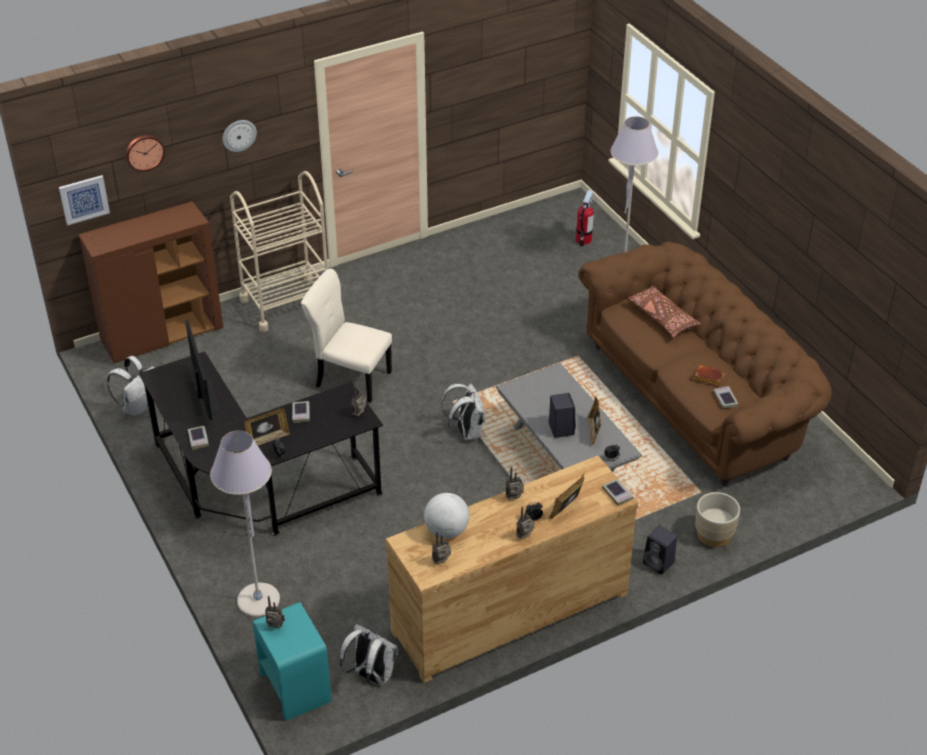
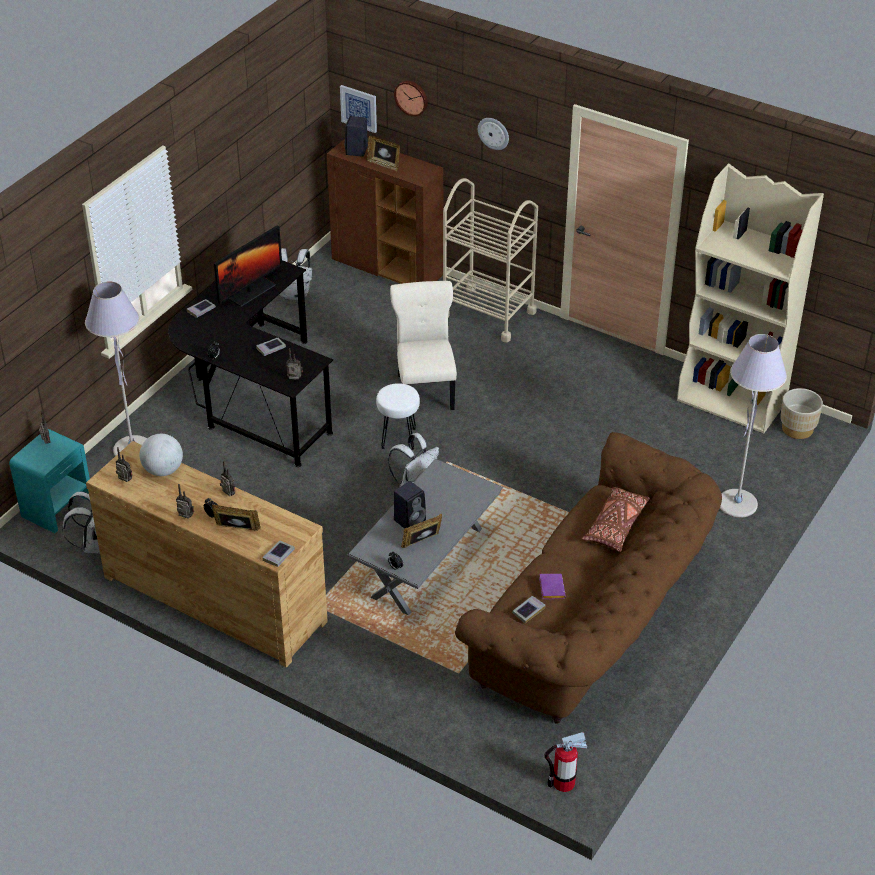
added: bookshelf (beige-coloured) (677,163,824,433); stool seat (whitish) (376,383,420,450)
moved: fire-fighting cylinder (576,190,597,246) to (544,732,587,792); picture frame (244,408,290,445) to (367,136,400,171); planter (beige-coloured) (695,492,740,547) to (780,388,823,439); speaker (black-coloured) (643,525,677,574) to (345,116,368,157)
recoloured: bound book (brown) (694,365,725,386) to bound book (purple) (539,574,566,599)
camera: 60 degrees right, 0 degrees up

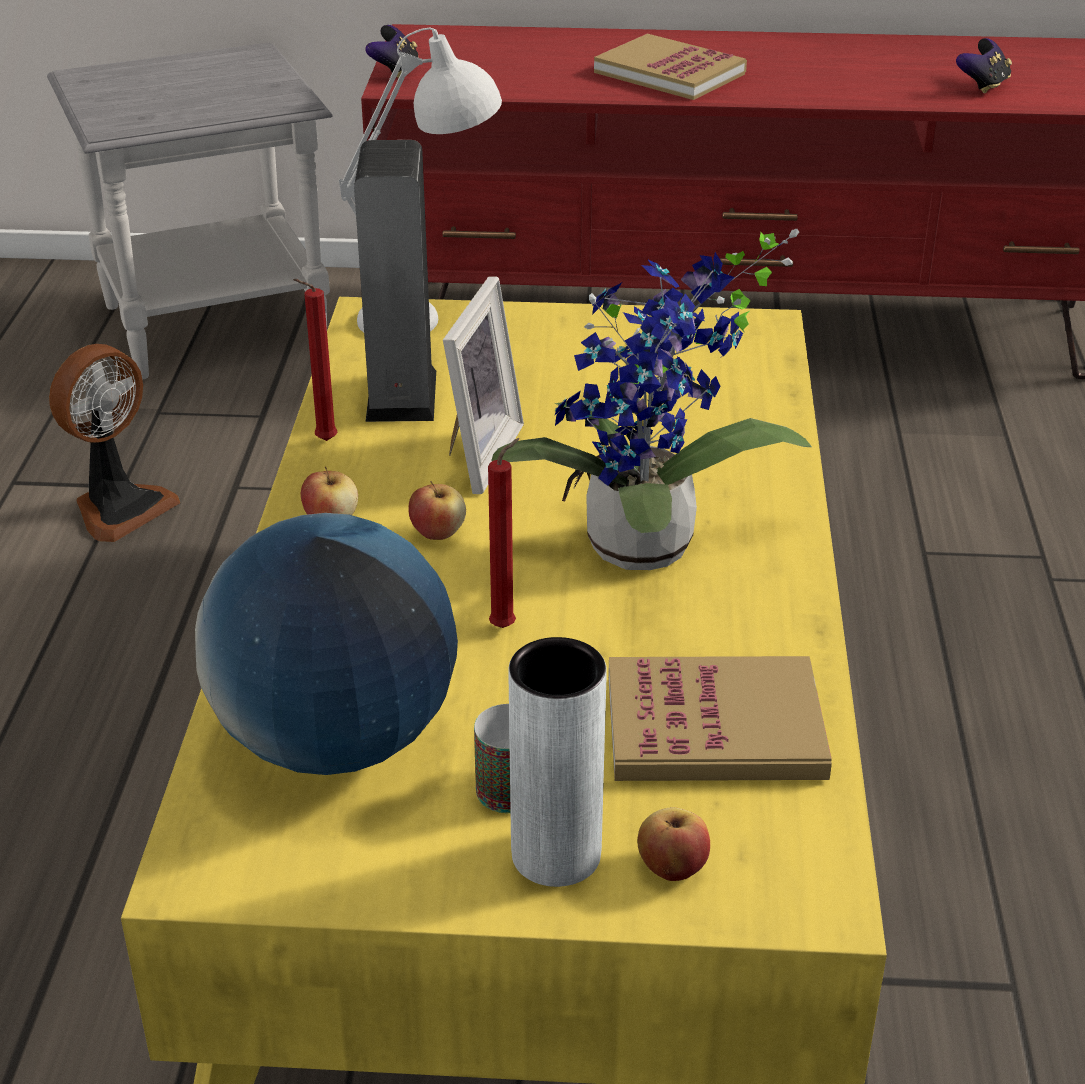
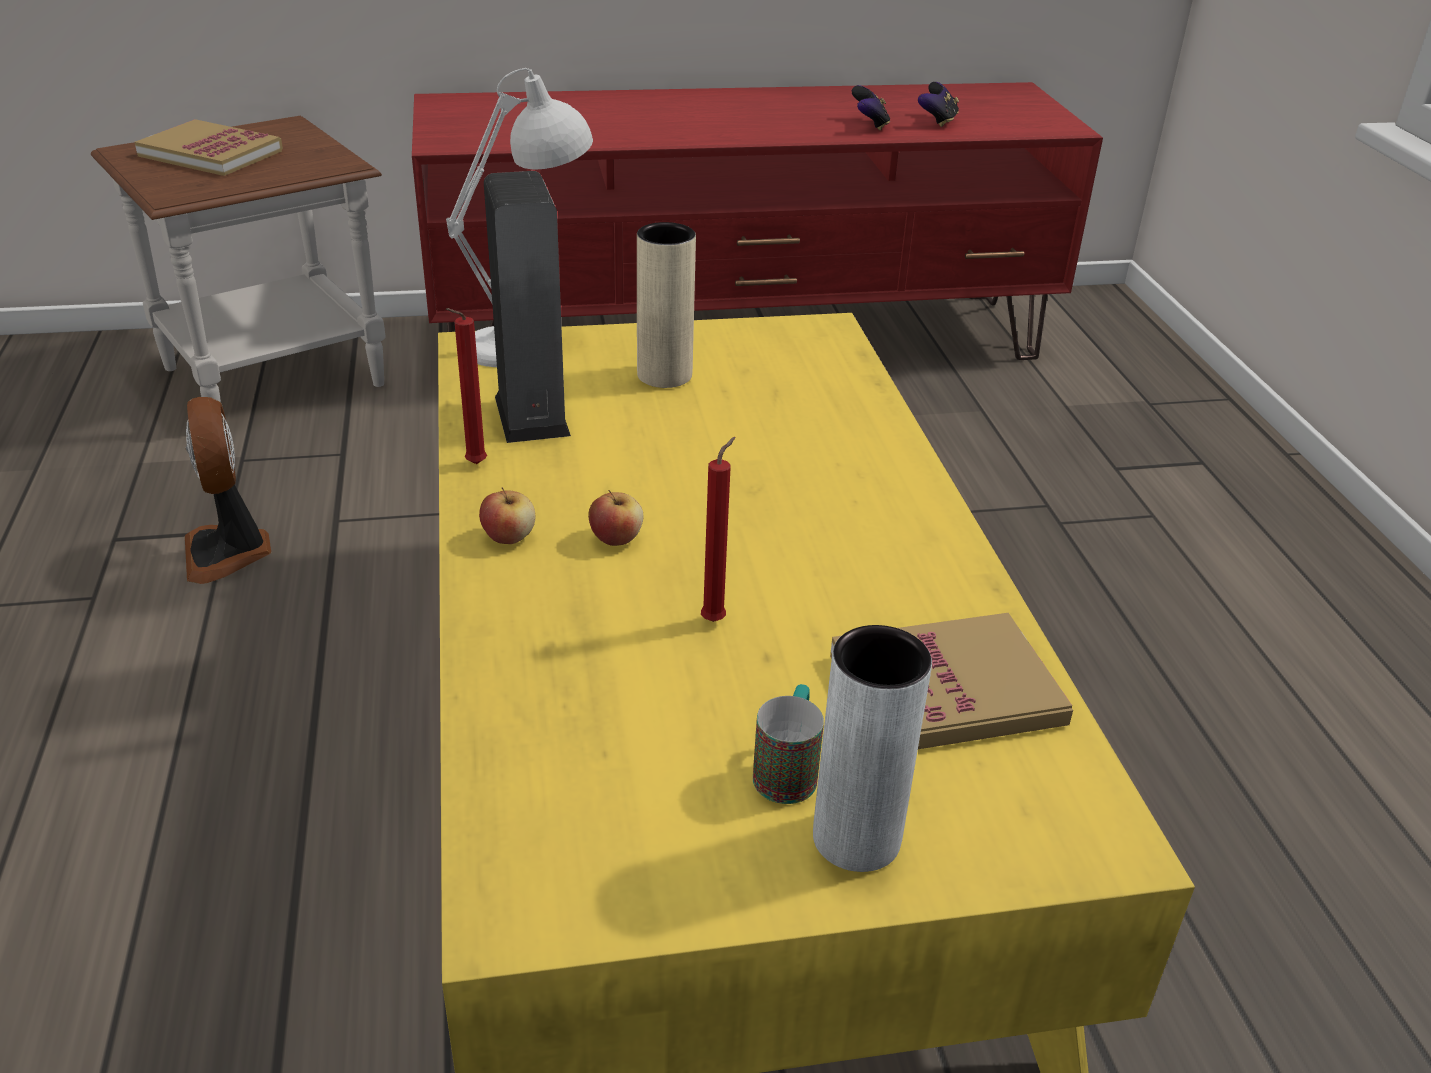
removed: potted plant (491,229,812,570); picture frame (443,276,524,494); desk globe (195,513,458,775); whole apple (637,807,710,881)
added: flower vase (beige-coloured) (637,222,696,388)
moved: gamepad (365,25,419,78) to (852,85,890,130); bound book (594,34,747,100) to (135,119,283,176)
recoloured: accent table (gray) (47,43,332,380) to accent table (brown) (91,116,386,402)
turned: fan (49,344,180,542) = (185,397,271,584) 135 degrees clockwise
camera: 15 degrees left, 0 degrees up

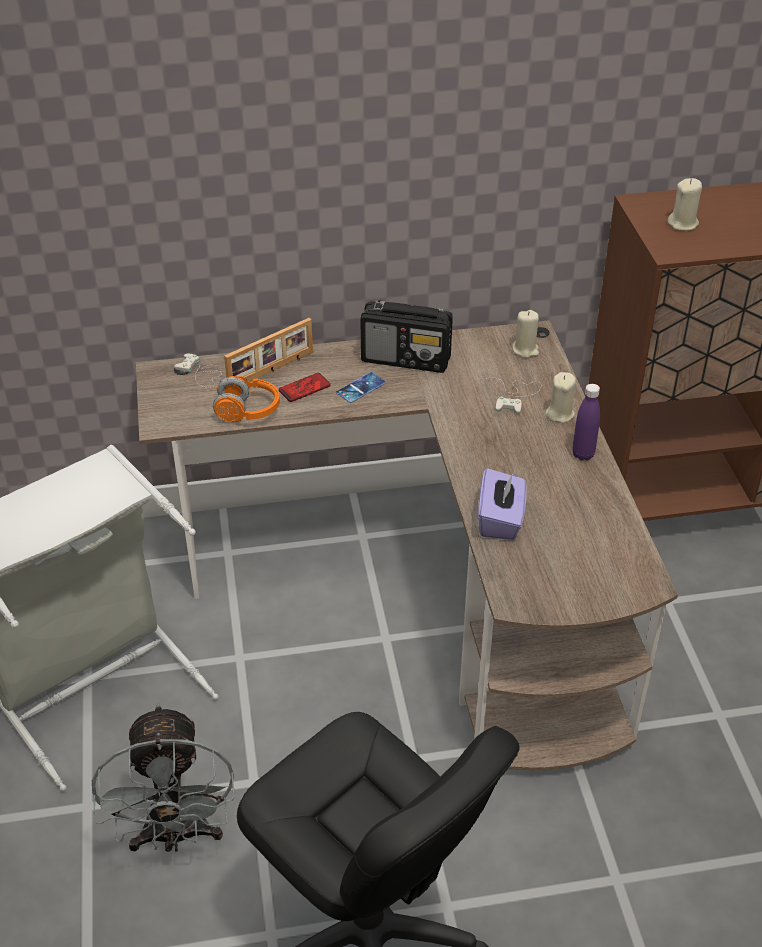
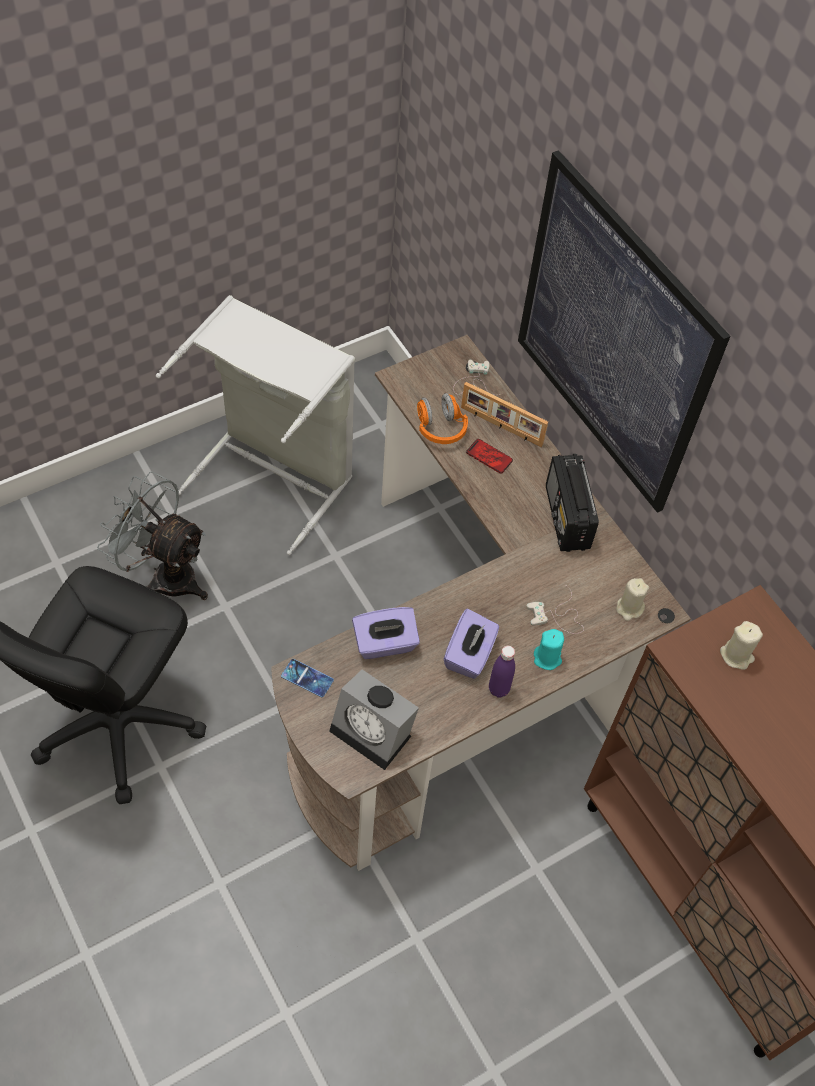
added: wall art (518,150,730,513); tissue holder (purple) (444,609,499,679); alarm clock (329,669,419,770)
moved: phone (336,372,386,403) to (281,659,334,698)
recoloured: wax light (beige-coloured) (546,372,576,423) to wax light (turquoise-coloured) (534,629,564,670)
turned: fan (gray) (92,703,235,852) = (97,471,208,600) 60 degrees clockwise
camera: 65 degrees right, 15 degrees up

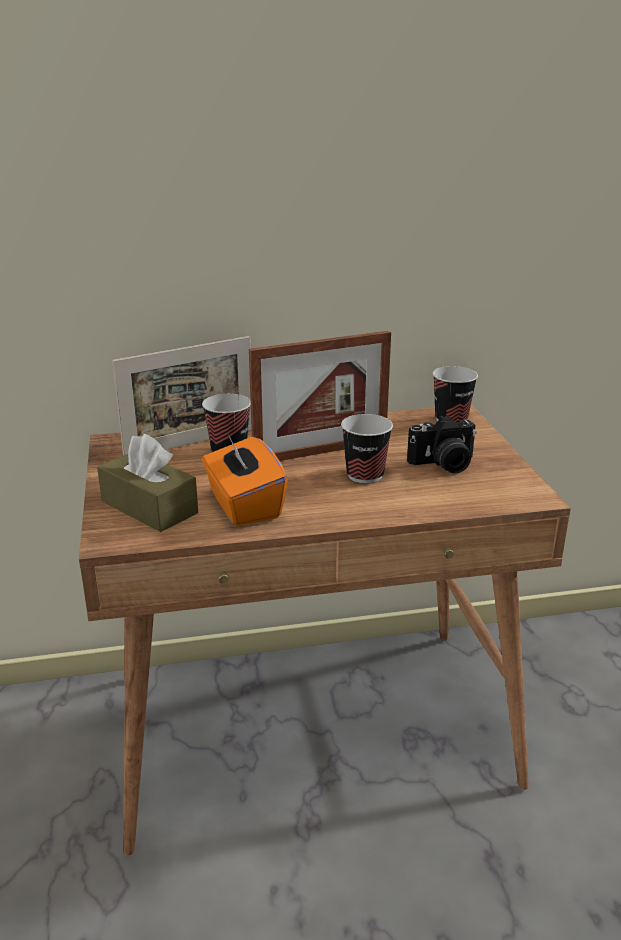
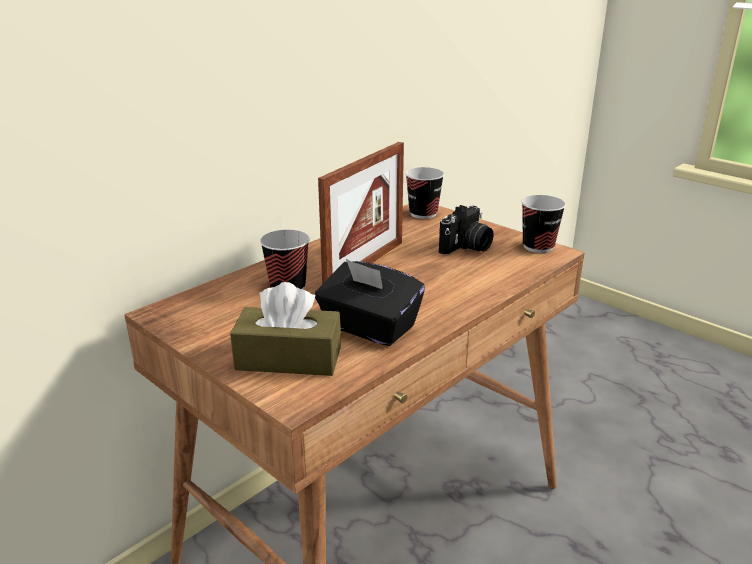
removed: picture frame (112,336,252,455)
moved: small cup (341,414,393,484) to (521,195,566,253)
recoloured: tissue holder (orange) (202,436,288,526) to tissue holder (black-coloured) (315,259,425,346)
camera: 35 degrees left, 0 degrees up

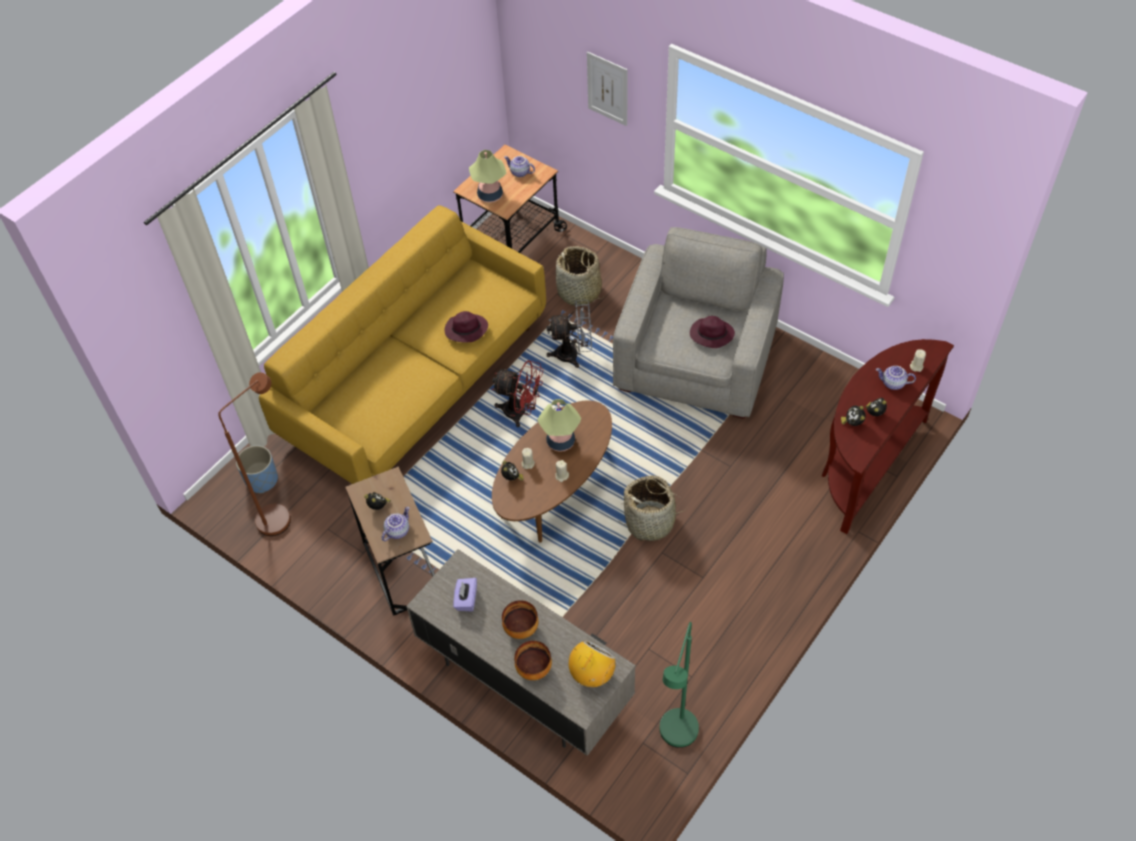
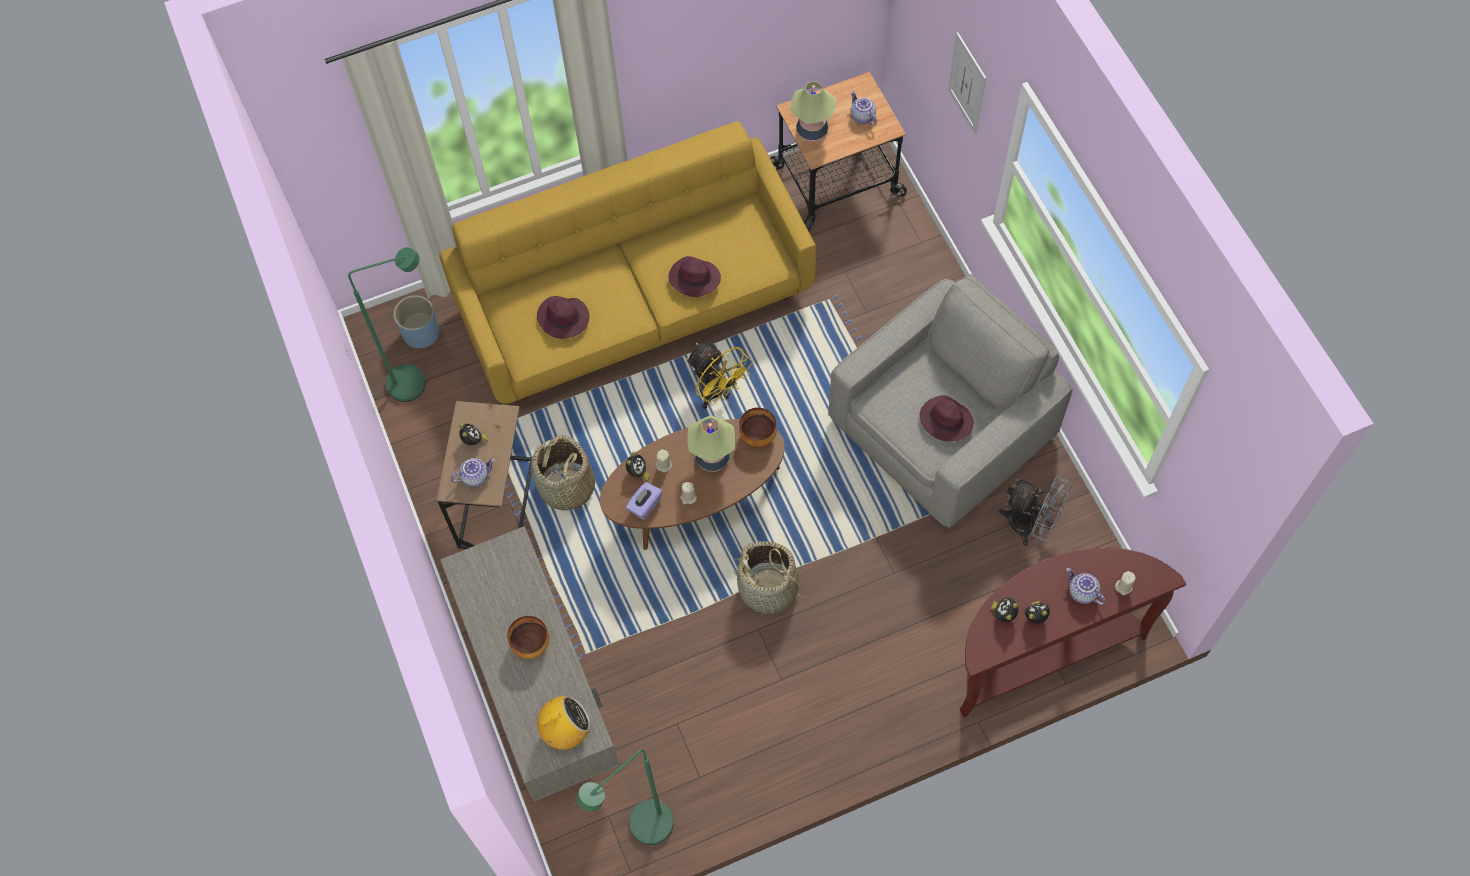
added: clothing hat (purple) (537,296,590,339)
moved: household basket (556,246,604,306) to (531,435,595,515); fan (gray) (546,300,592,368) to (998,475,1072,546); tissue holder (purple) (453,578,477,612) to (626,482,663,520); serving bowl (514,641,552,680) to (739,408,777,447)
recoloured: fan (red-coloured) (492,360,544,427) to fan (yellowish) (686,341,753,409); standing lamp (brown) (218,372,291,536) to standing lamp (greenish) (348,247,426,402)
camera: 30 degrees right, 10 degrees up

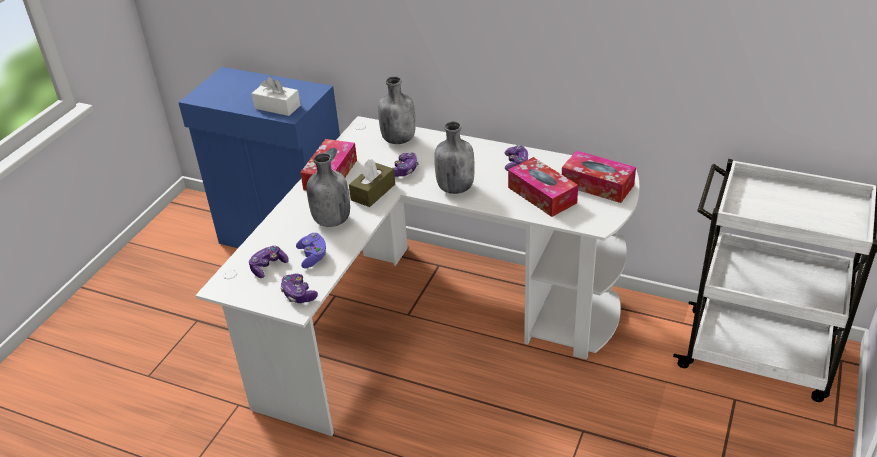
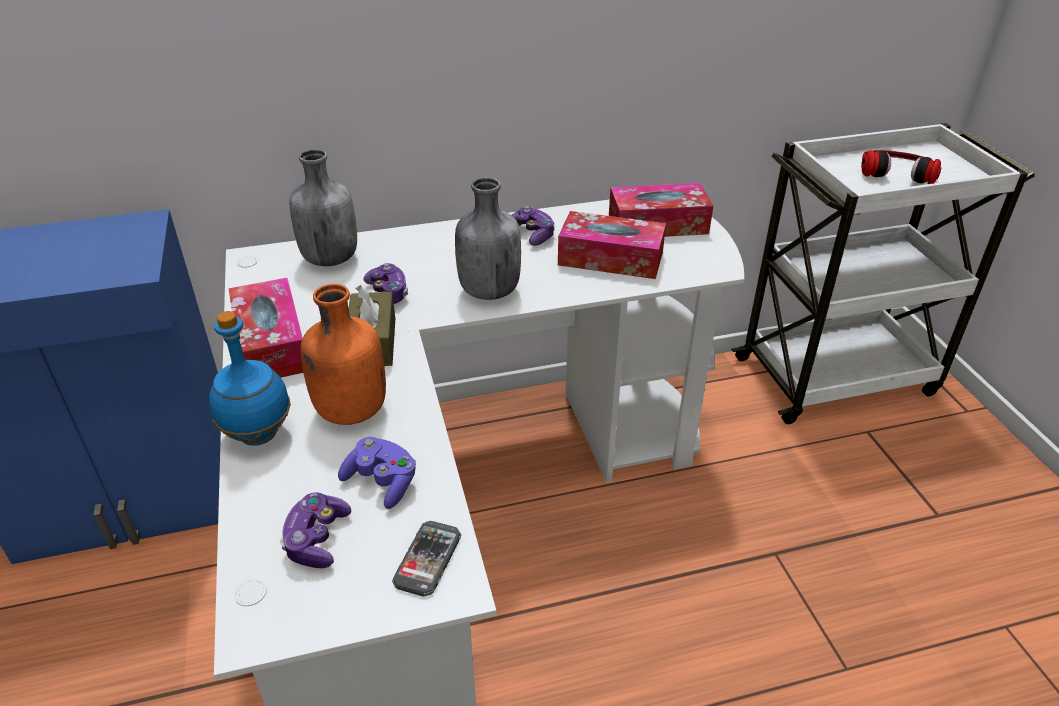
removed: tissue holder (whitish) (252,76,301,116)
added: headset (861,150,941,184); bottle (bluish) (209,311,291,446)
replaced: gamepad (280,273,318,303) to phone (392,521,461,597)
recoloured: bottle (gray) (307,153,350,227) to bottle (orange) (300,284,386,425)
camera: 40 degrees left, 0 degrees up

